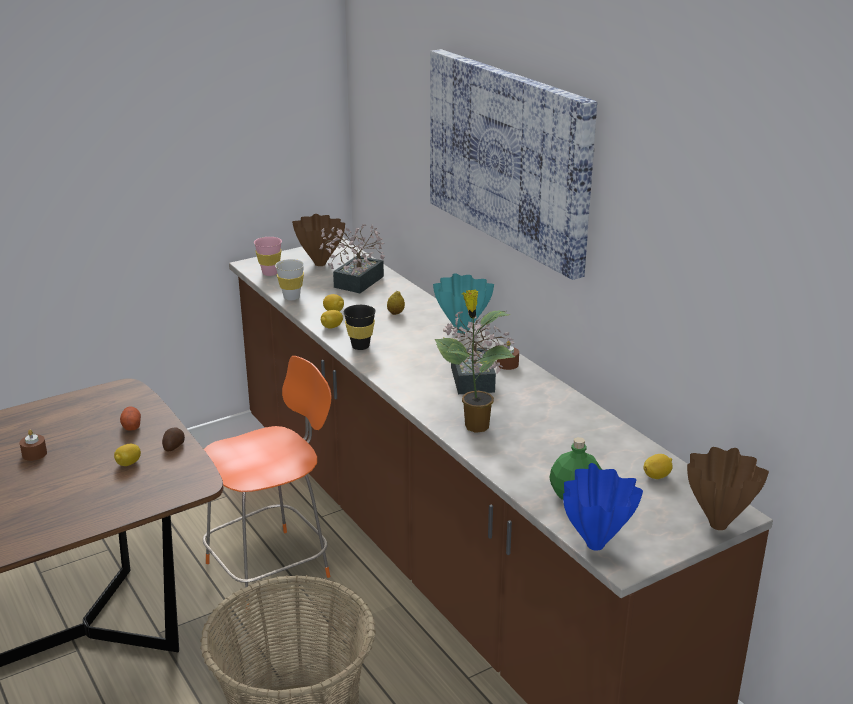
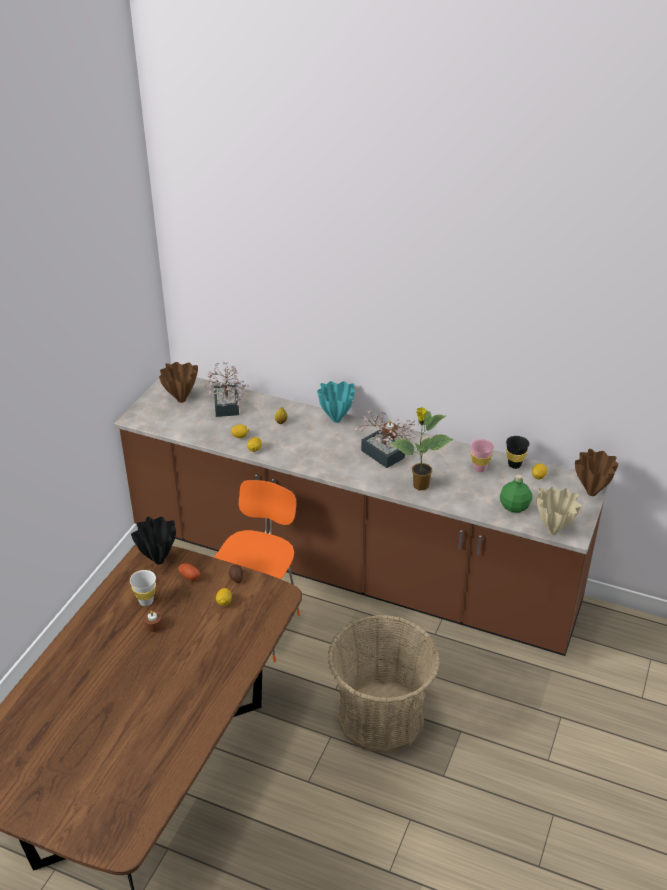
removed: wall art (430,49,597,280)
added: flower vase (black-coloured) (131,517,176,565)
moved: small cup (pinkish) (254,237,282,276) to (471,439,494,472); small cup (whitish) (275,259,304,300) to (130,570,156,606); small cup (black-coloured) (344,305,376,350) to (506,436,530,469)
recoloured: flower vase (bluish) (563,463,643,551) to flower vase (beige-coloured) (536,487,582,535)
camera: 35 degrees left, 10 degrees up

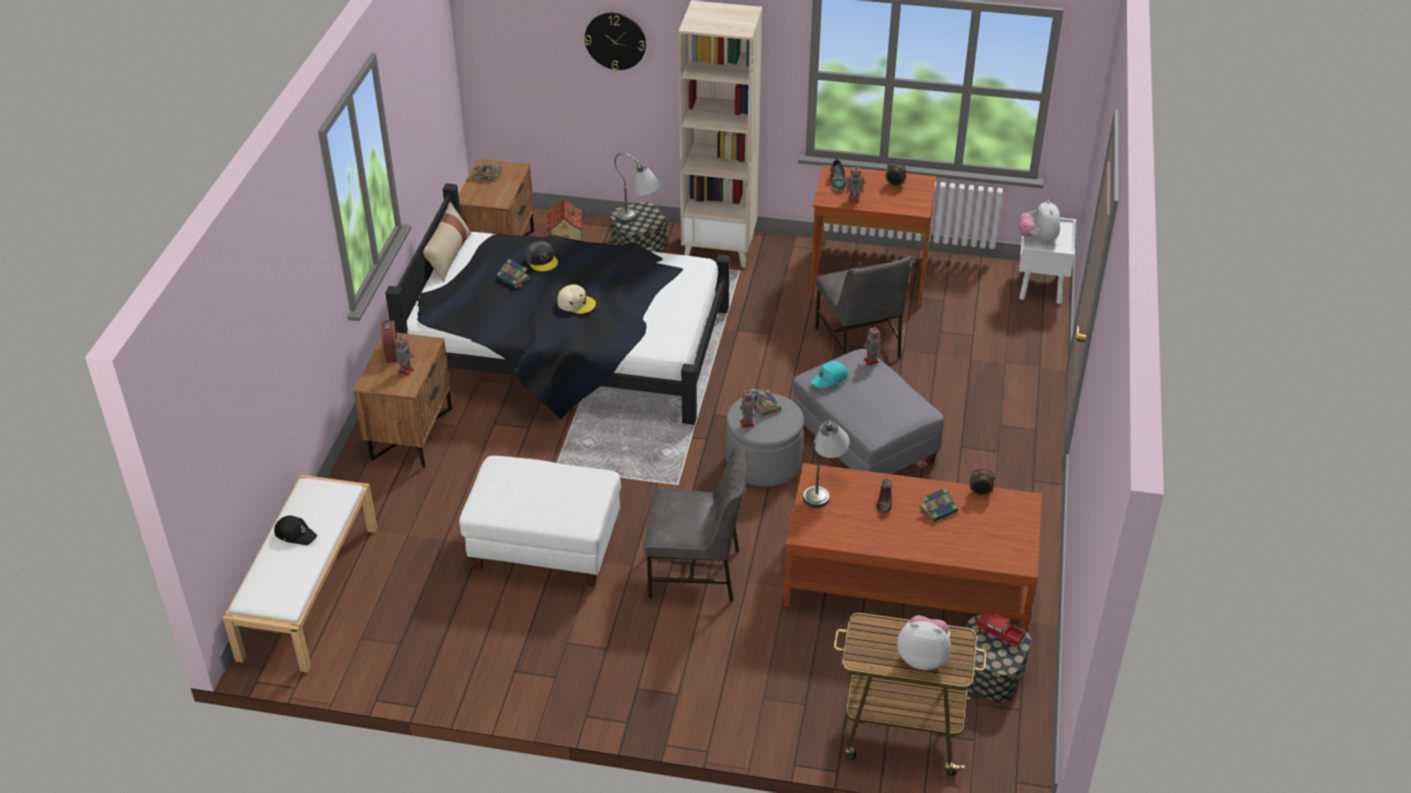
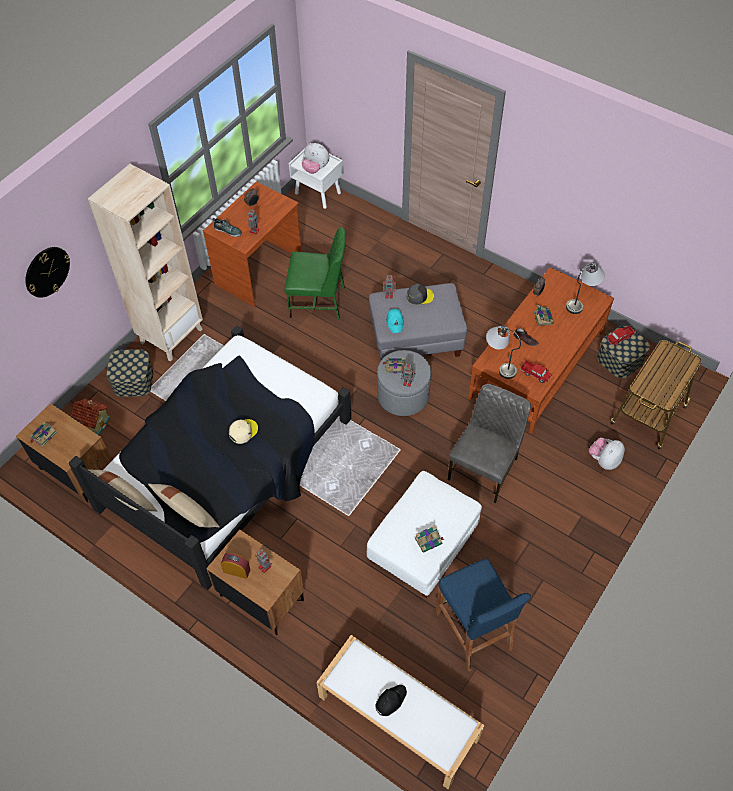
added: model truck (520,360,551,383); cushion (beige-coloured) (148,484,220,528); stool seat (bluish) (435,559,531,672)
moved: lamp for a table (gray) (614,153,661,223) to (566,262,605,314); peaked cap (gray) (525,241,558,271) to (407,284,434,305); bound book (497,259,530,288) to (415,526,444,553); plush toy (897,615,951,670) to (589,438,625,470)
recoloured: chair (gray) (815,256,911,359) to chair (greenish) (284,227,346,320)
camera: 65 degrees left, 15 degrees up

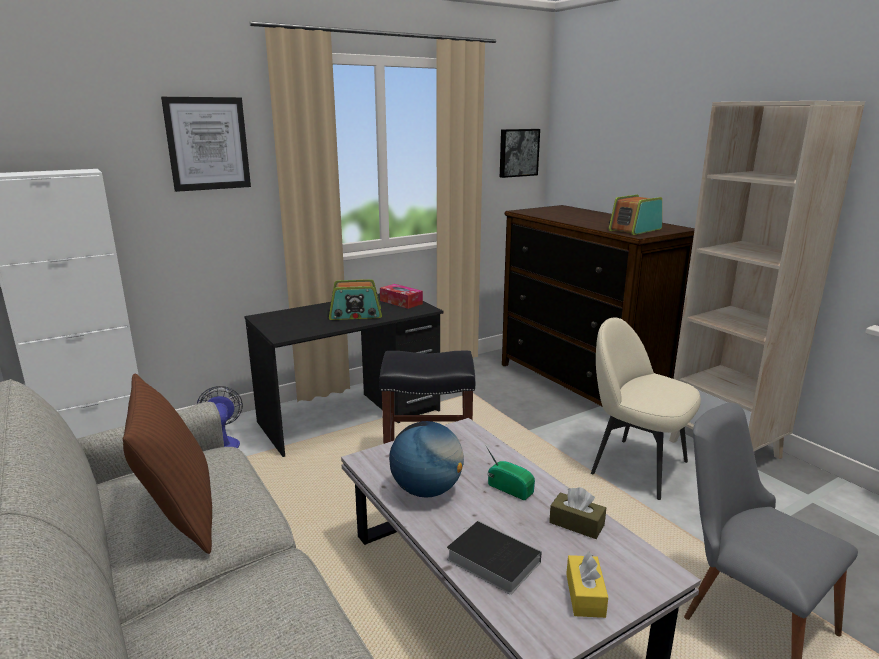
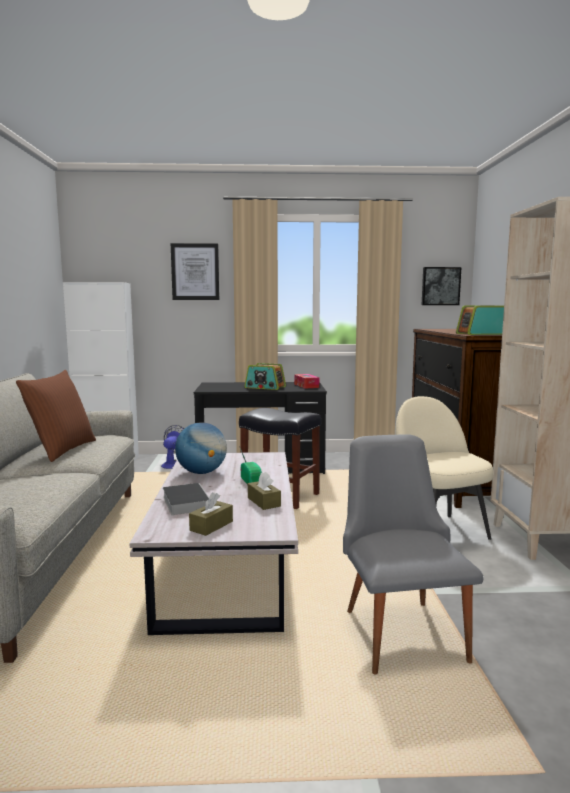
recoloured: tissue holder (yellowish) (566,551,608,618) to tissue holder (brown) (189,493,233,536)
camera: 30 degrees right, 10 degrees down

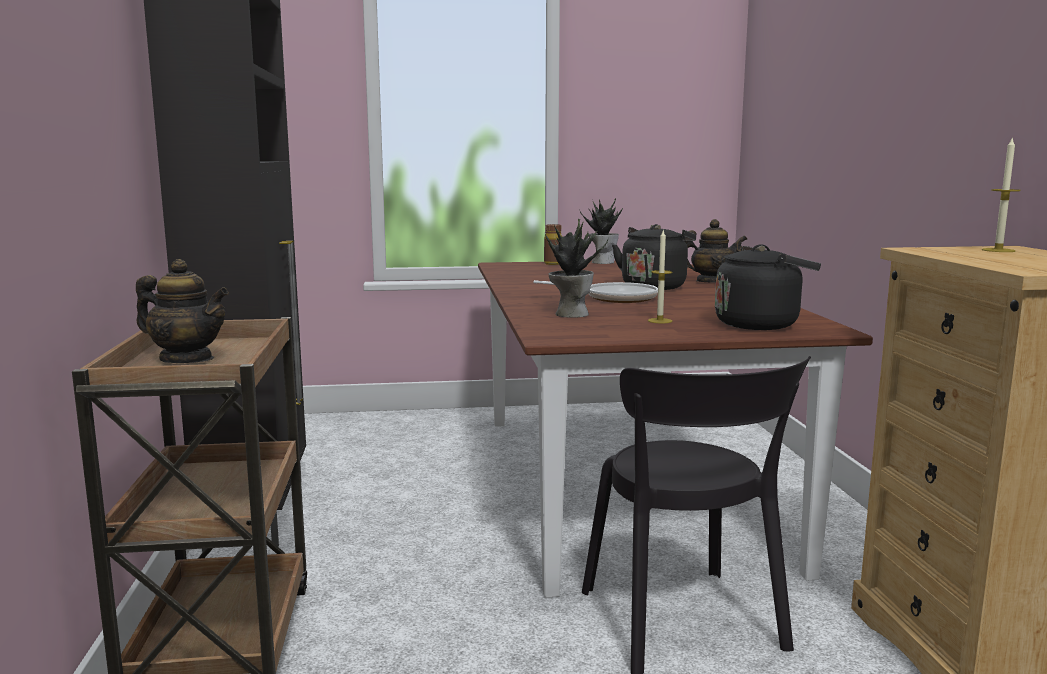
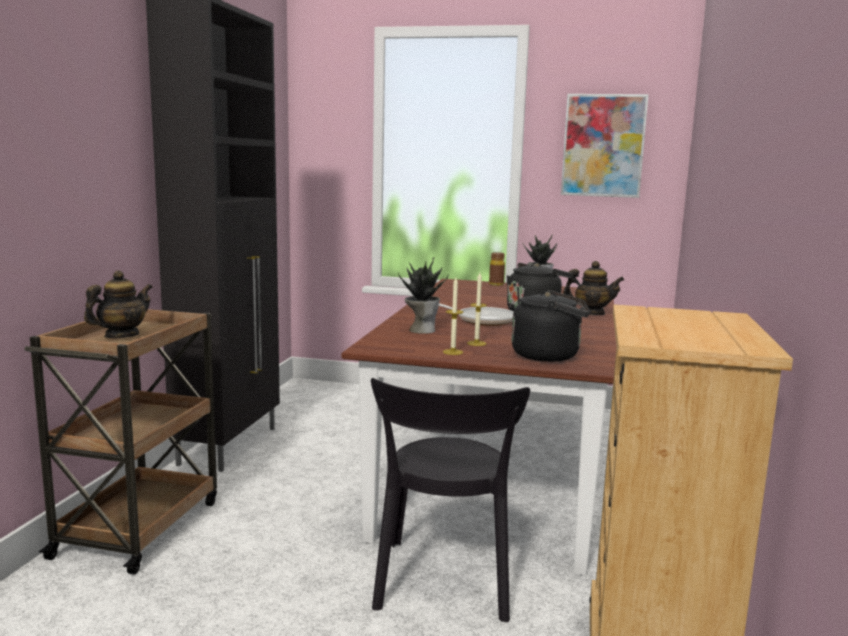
added: wall art (561,94,649,198)
moved: wax light (982,137,1021,252) to (443,278,463,355)
turned: teapot (136,259,229,363) = (84,270,153,338) 90 degrees counterclockwise
camera: 20 degrees right, 0 degrees up

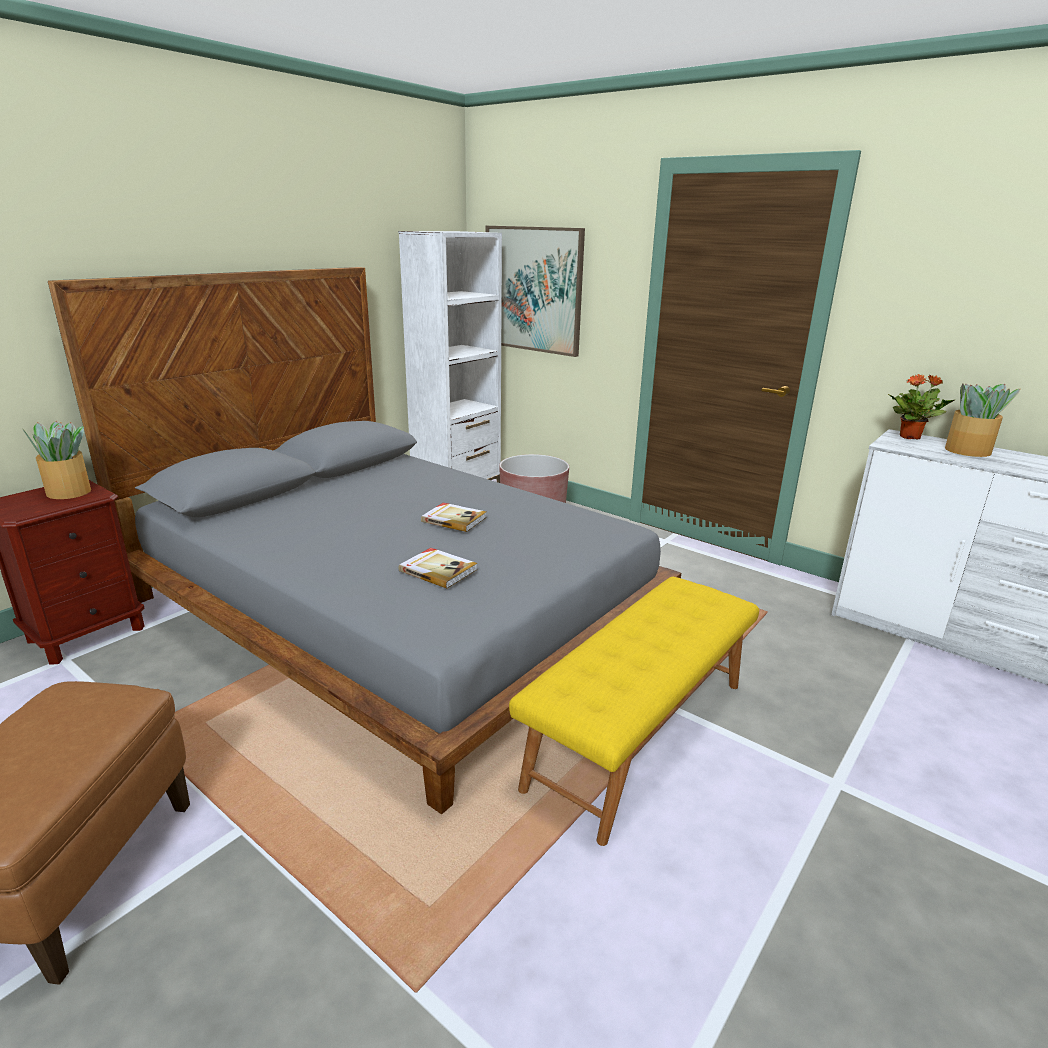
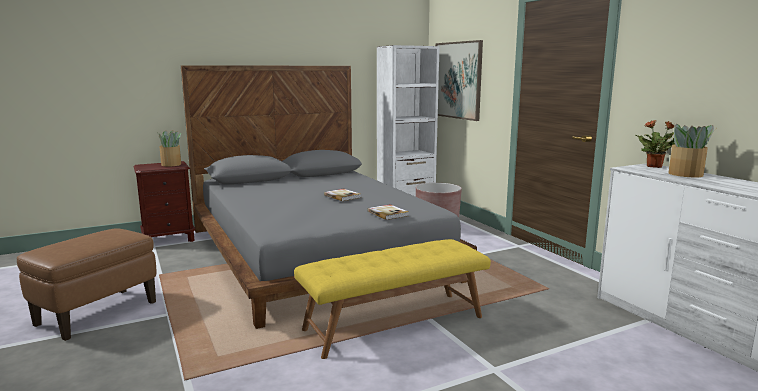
moved: bound book (398,548,477,589) to (367,204,409,220)
camera: 25 degrees right, 10 degrees down

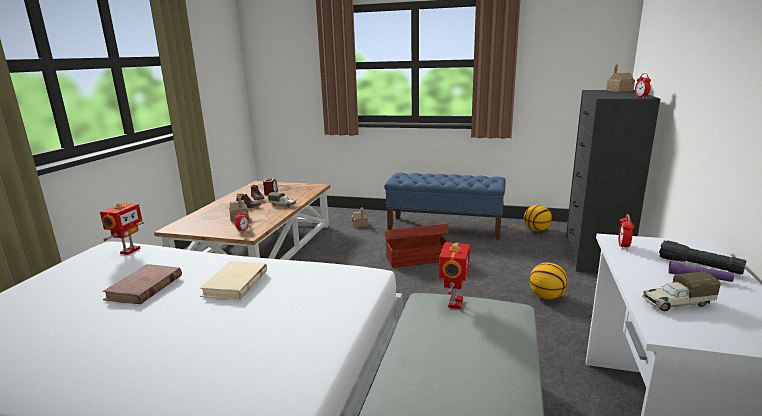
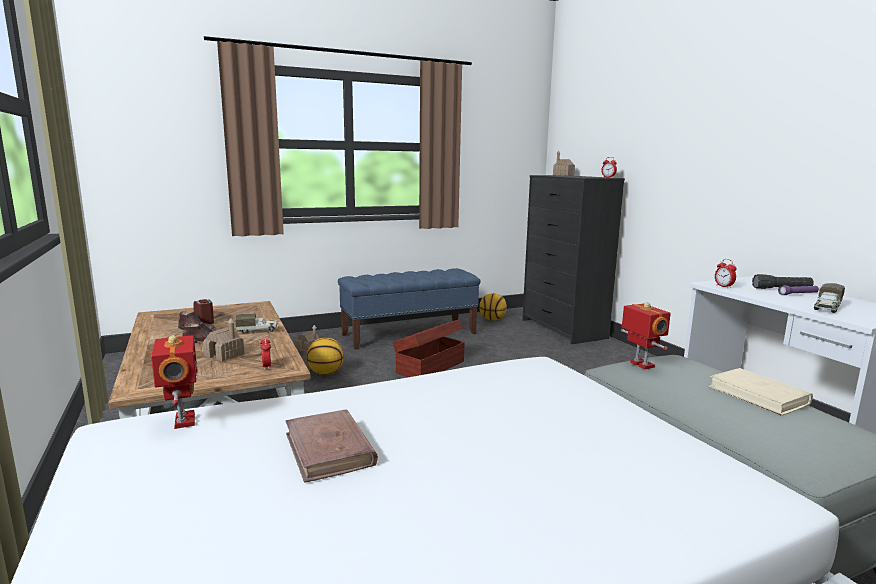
moved: bound book (beige-coloured) (200,261,267,300) to (709,368,813,416); basketball (529,262,568,300) to (306,338,344,375)
camera: 40 degrees left, 5 degrees down

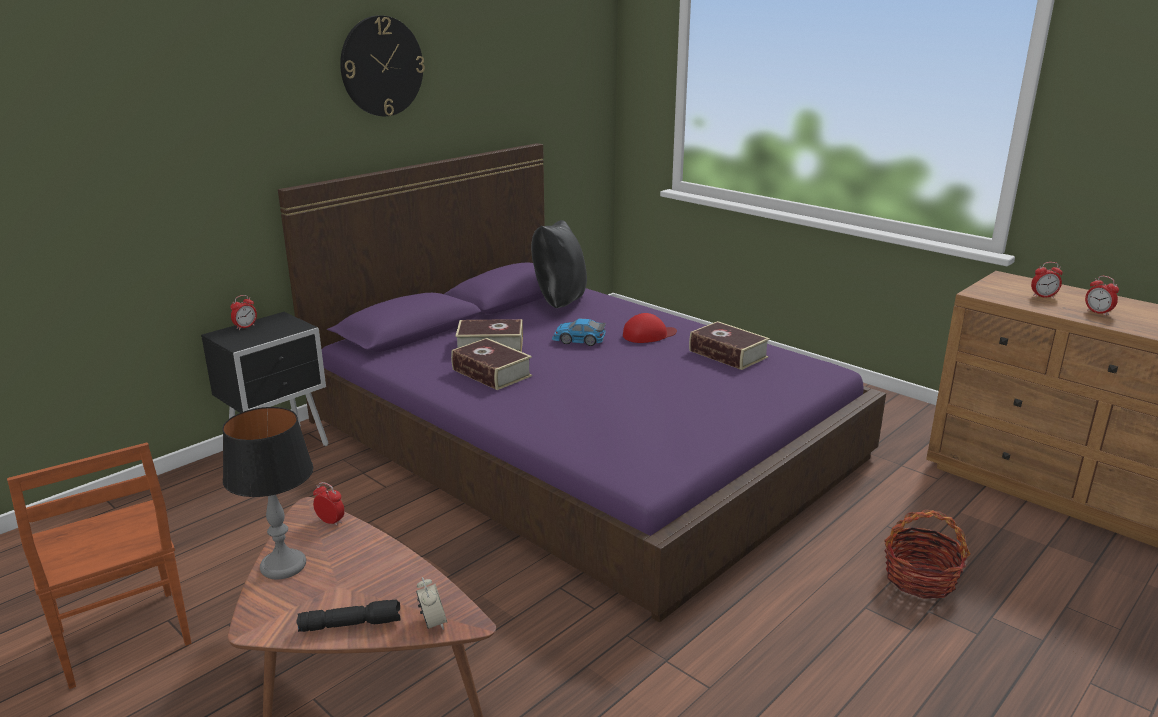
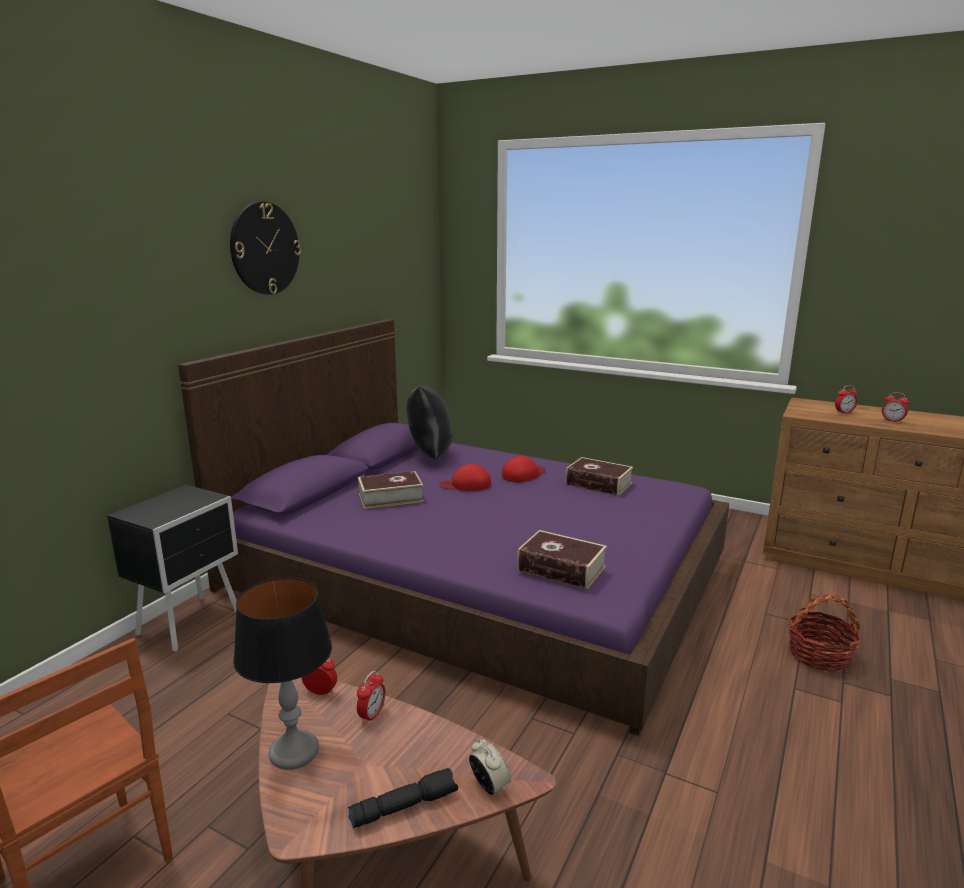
moved: alarm clock (230,295,257,330) to (357,671,385,725); bound book (451,338,532,390) to (517,530,607,589)
replaced: toy car (552,319,606,346) to peaked cap (red-coloured) (439,464,491,491)
camera: 15 degrees left, 5 degrees down

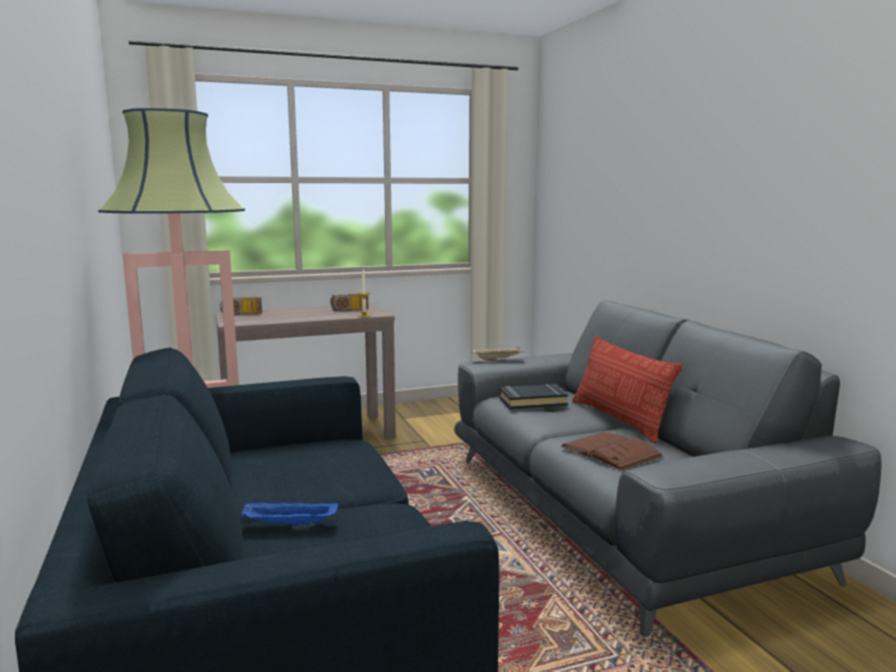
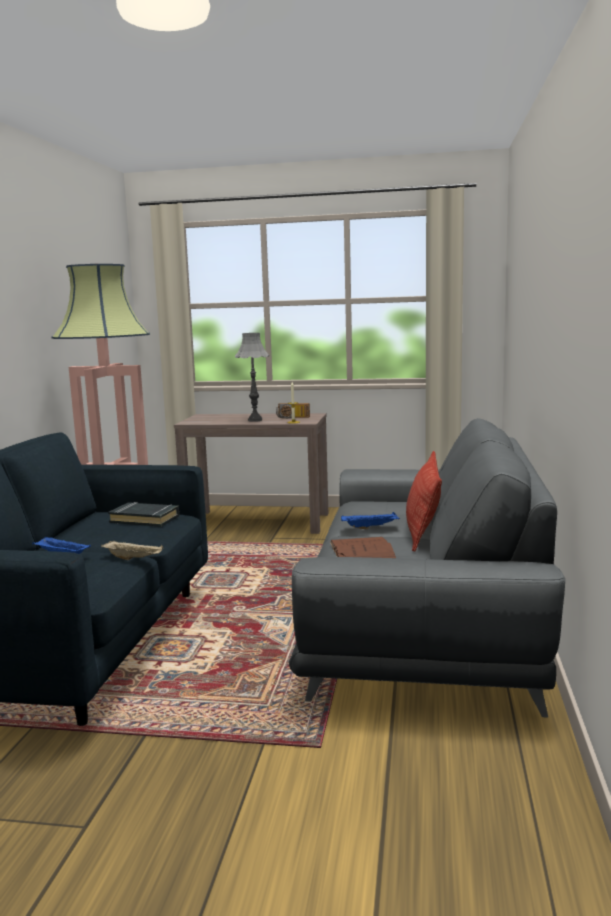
removed: radio (220,297,262,316)
added: lamp for a table (gray) (235,333,269,422); tray (bluish) (341,512,400,529)
moved: tray (beige-coloured) (471,346,525,361) to (101,540,164,560); bound book (black-coloured) (499,384,569,409) to (108,502,179,527)
camera: 30 degrees right, 0 degrees up

